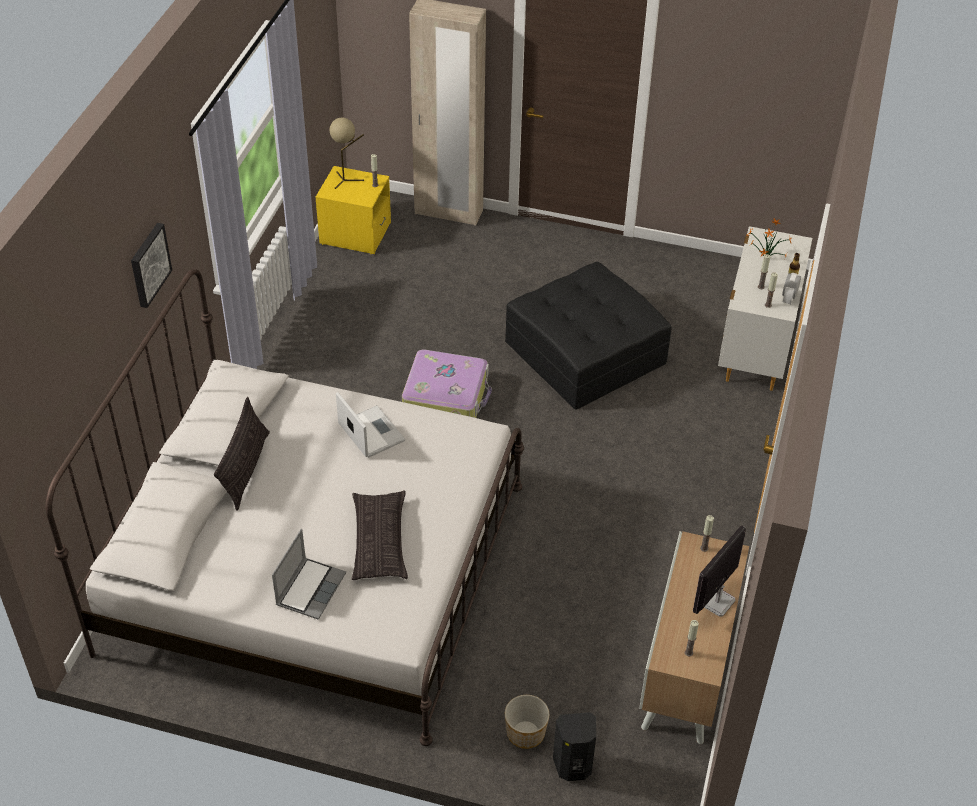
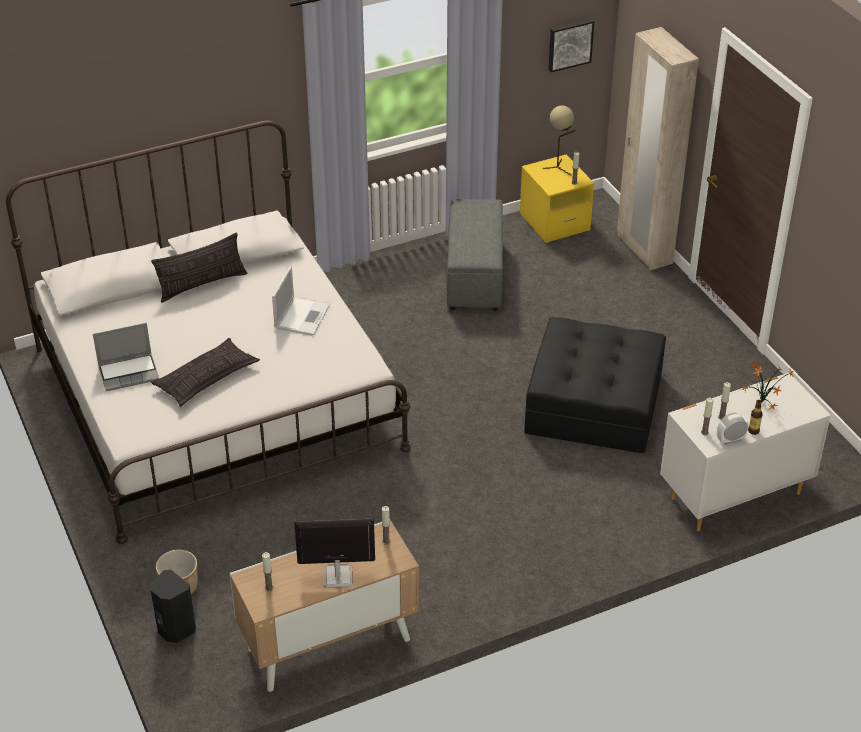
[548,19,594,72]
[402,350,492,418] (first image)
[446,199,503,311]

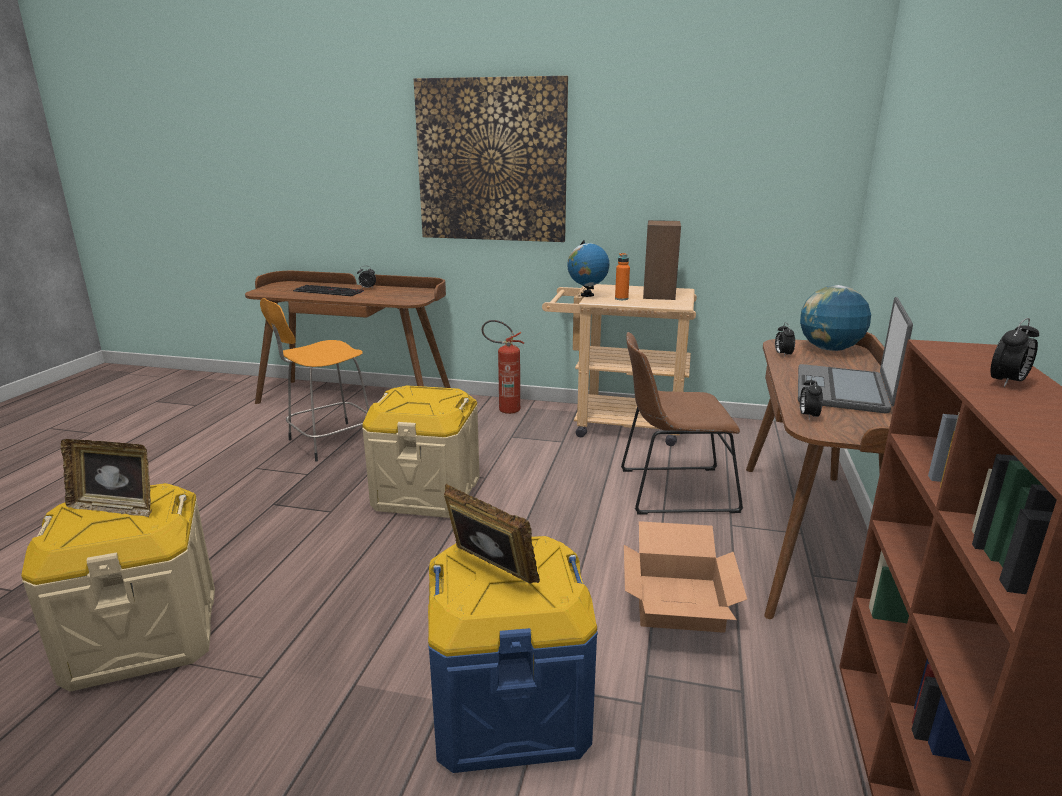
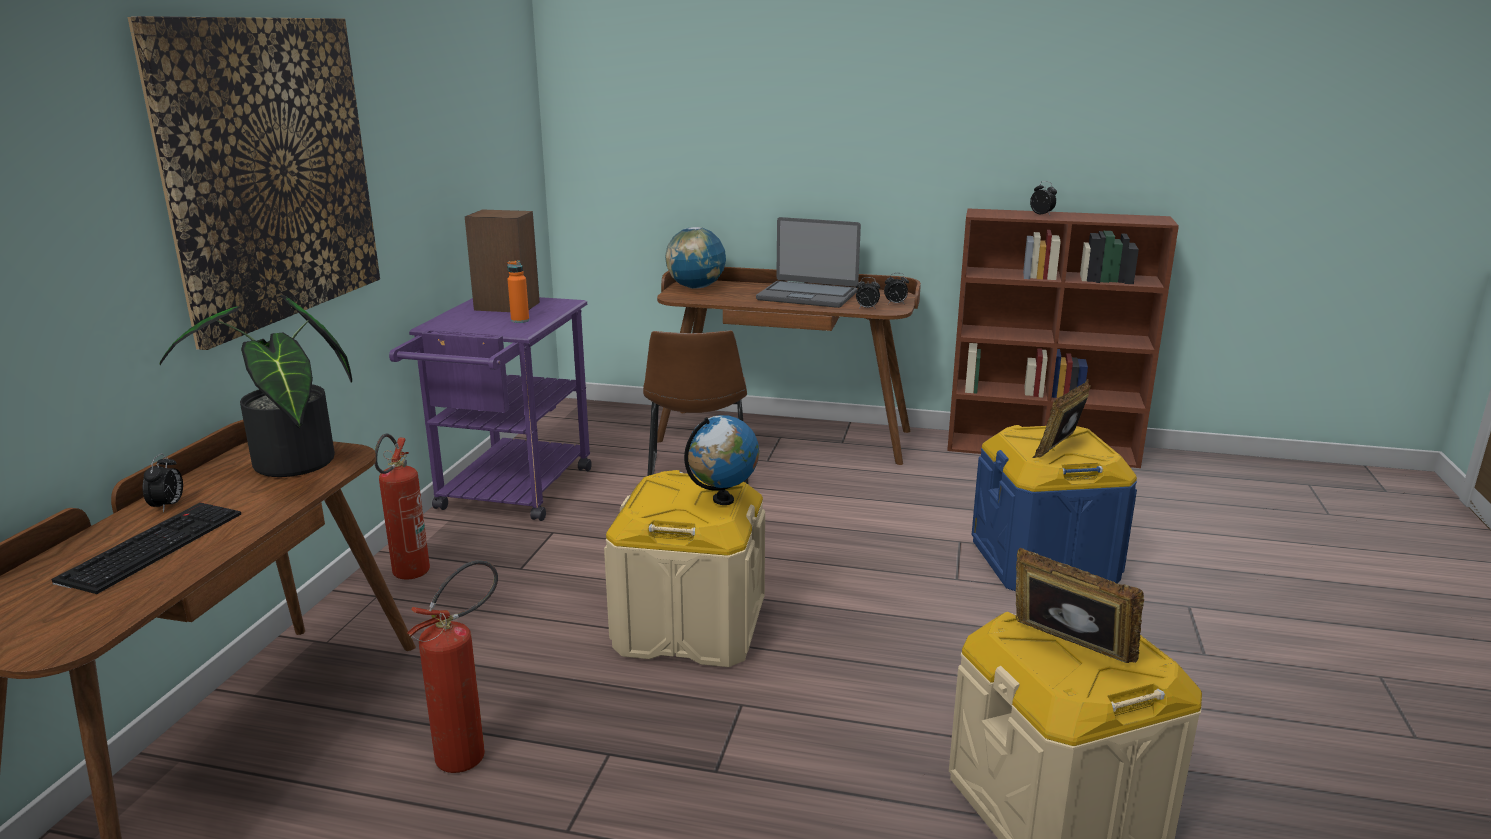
[684,415,759,505]
[389,297,592,521]
[407,560,498,773]
[884,273,909,304]
[1016,548,1144,663]
[624,521,747,633] (first image)
[160,295,352,477]

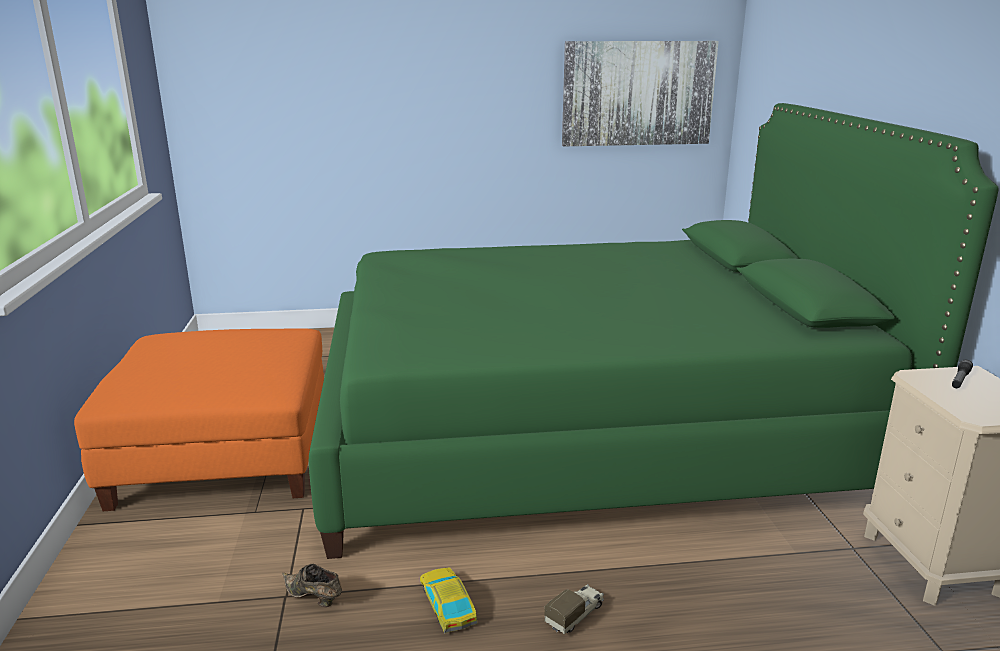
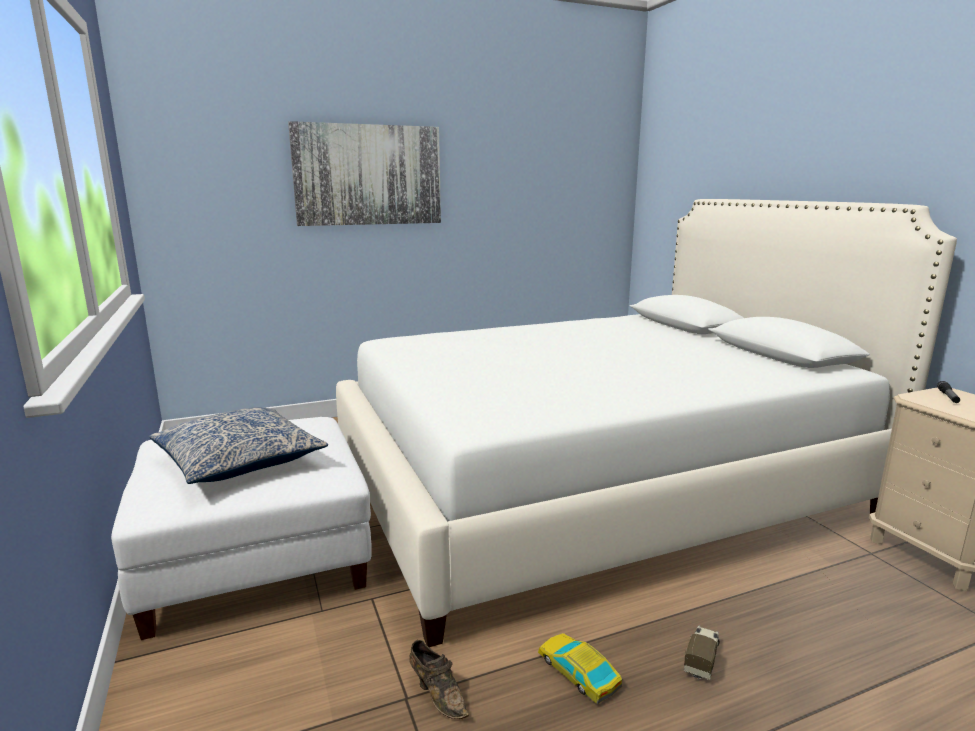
[288,121,441,226]
[336,199,957,647]
[111,417,372,640]
[409,640,469,719]
[149,407,328,484]

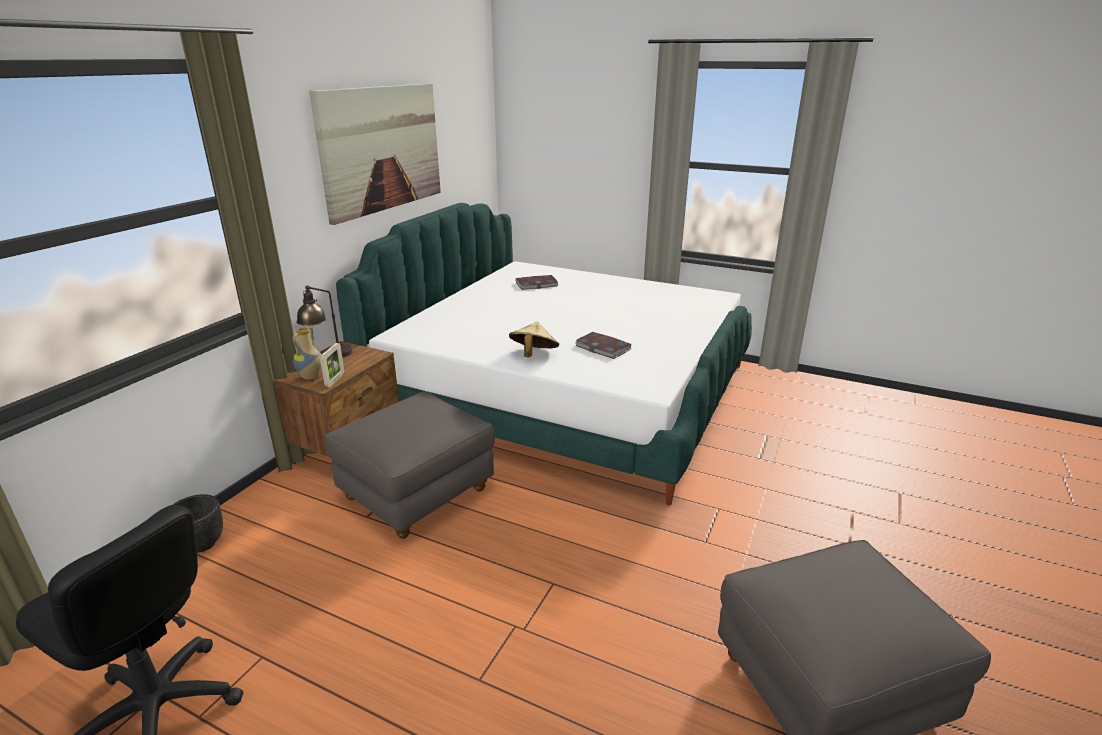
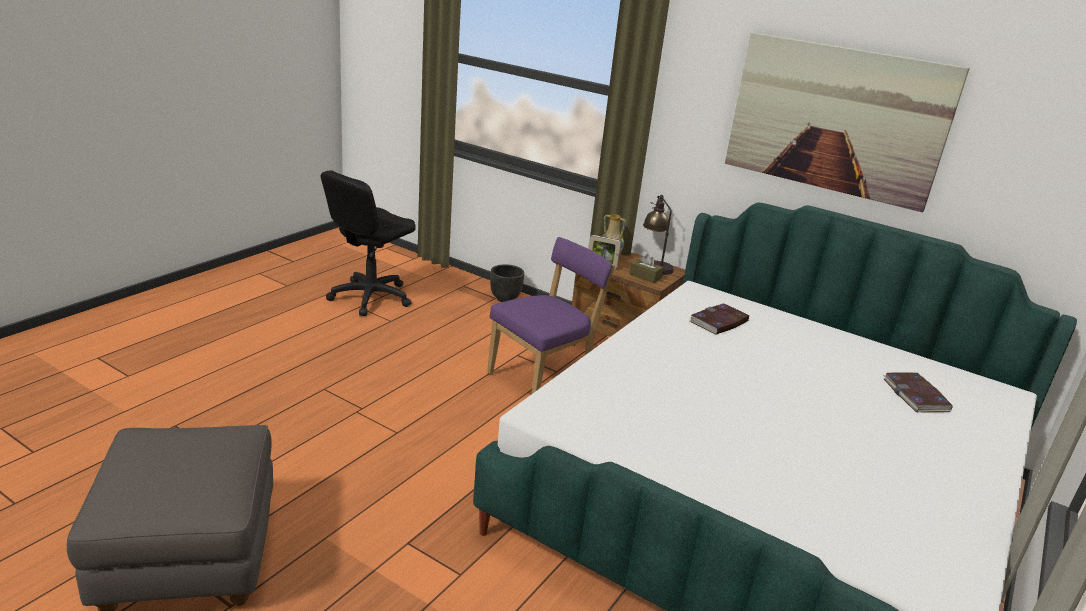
[509,322,559,357] (first image)
[689,303,749,334]
[487,237,615,394]
[629,254,663,283]

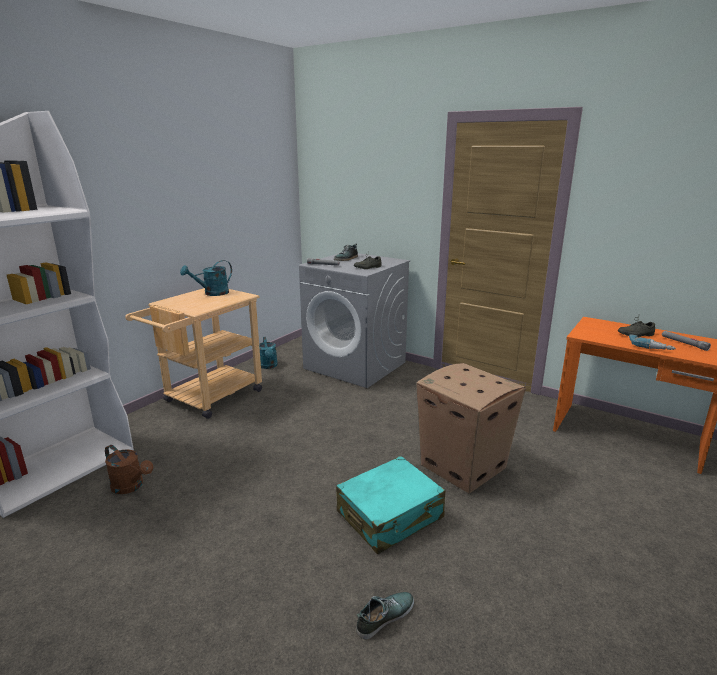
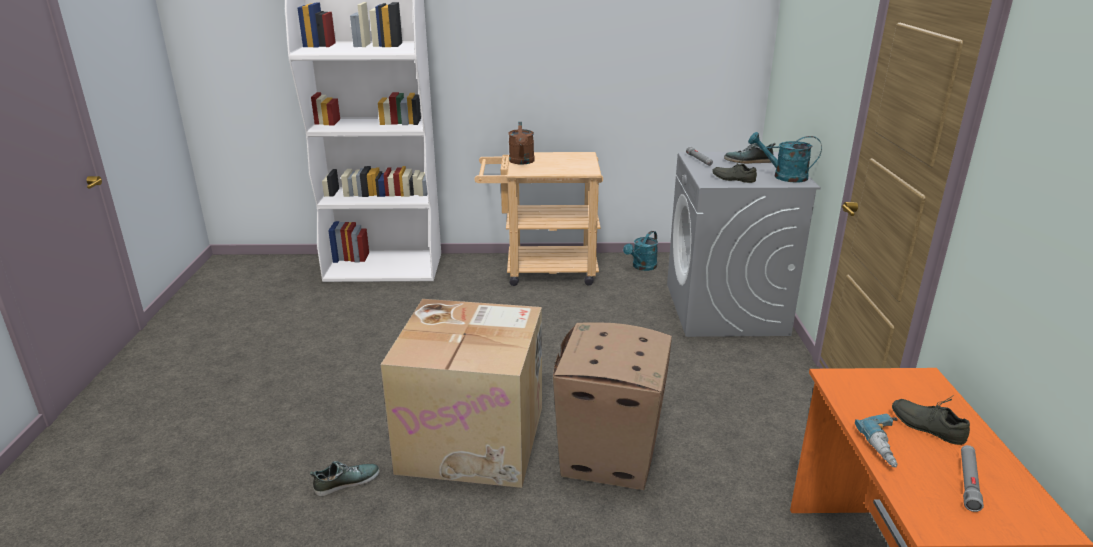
[748,132,822,183]
[508,122,535,165]
[381,299,542,488]
[310,461,380,496]

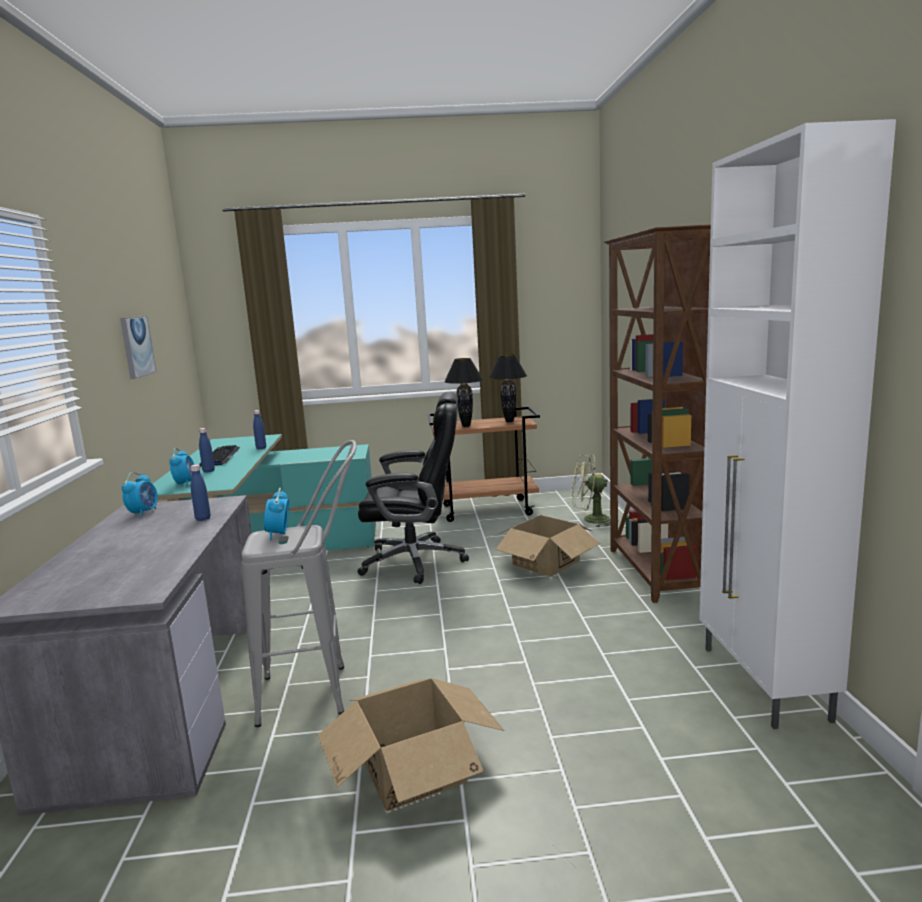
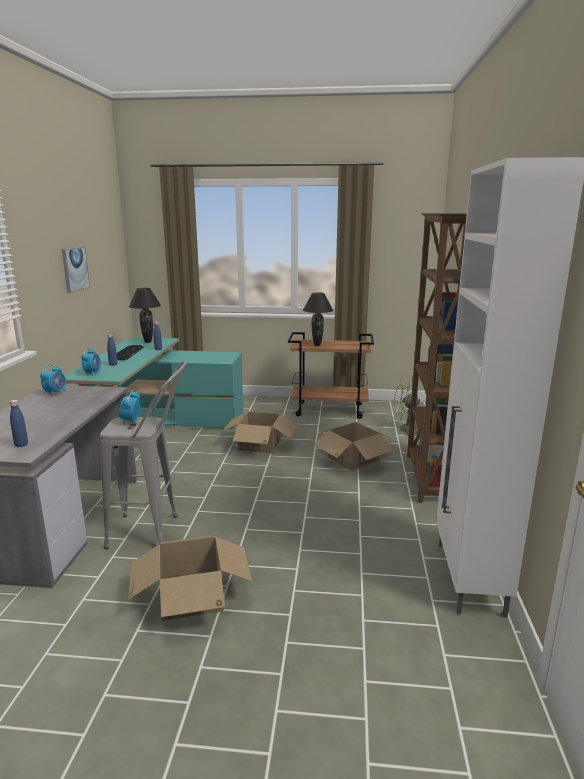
[129,288,161,343]
[221,411,297,453]
[10,400,28,447]

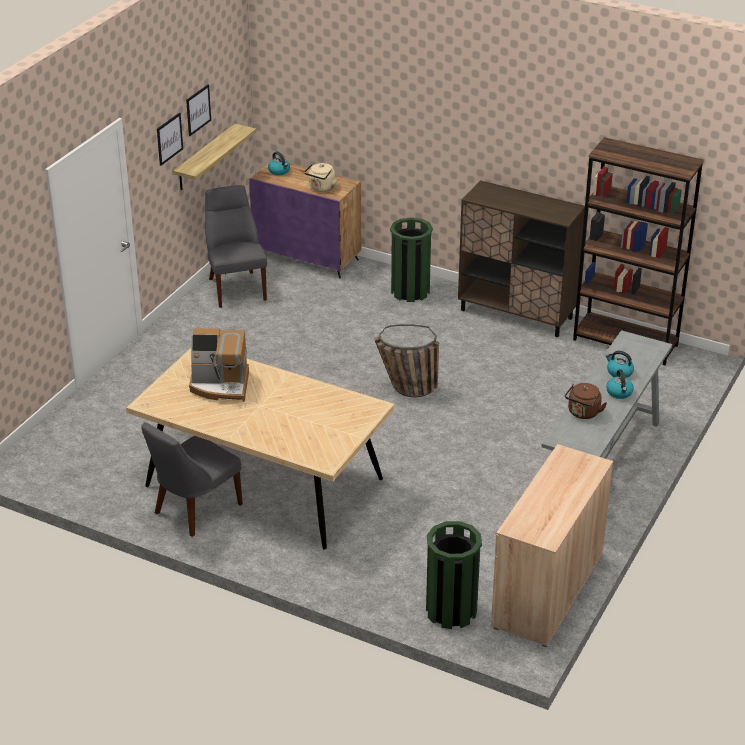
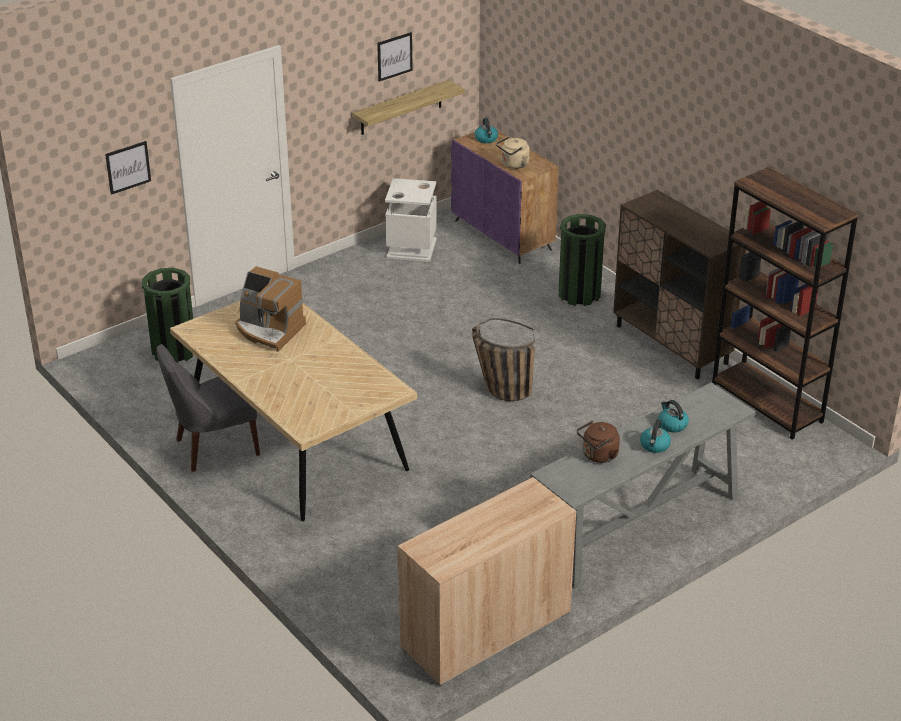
[105,141,151,195]
[385,178,437,262]
[142,268,193,363]

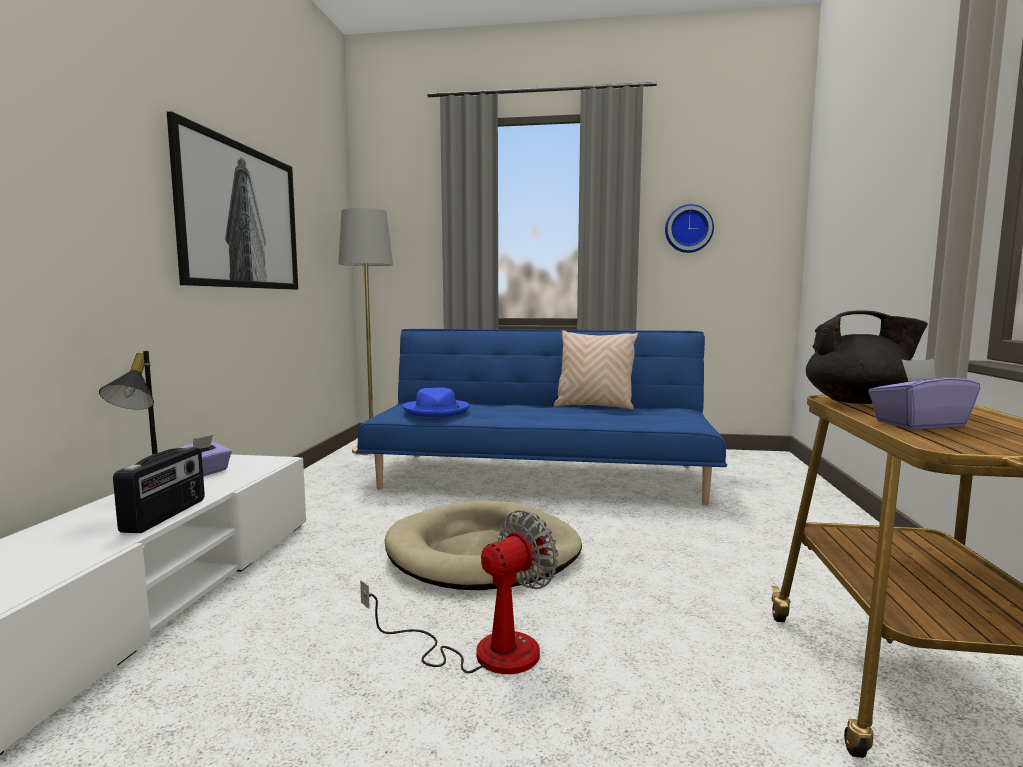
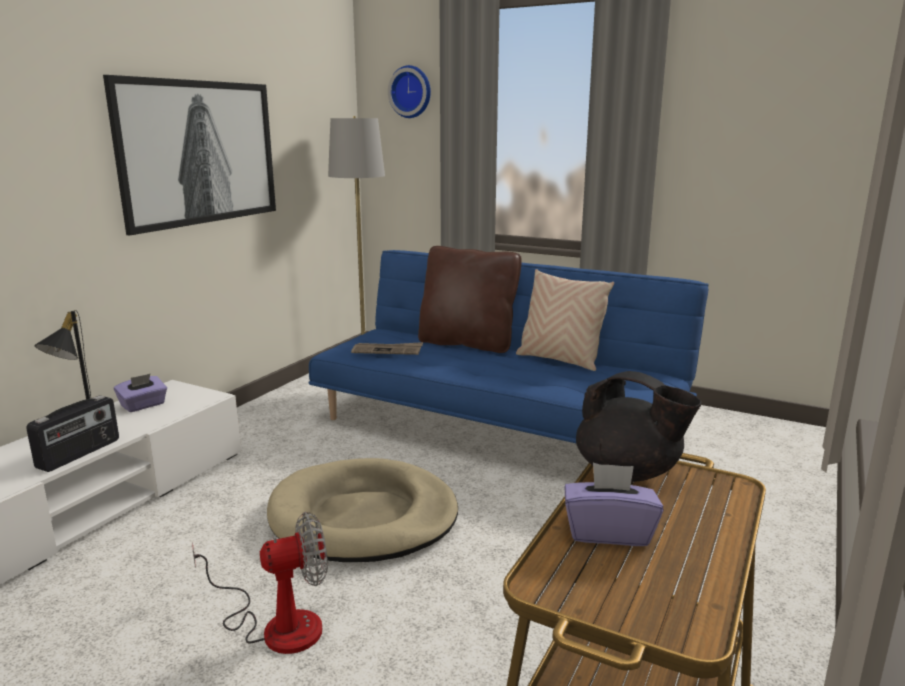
[388,65,431,118]
[351,342,423,355]
[418,246,522,353]

